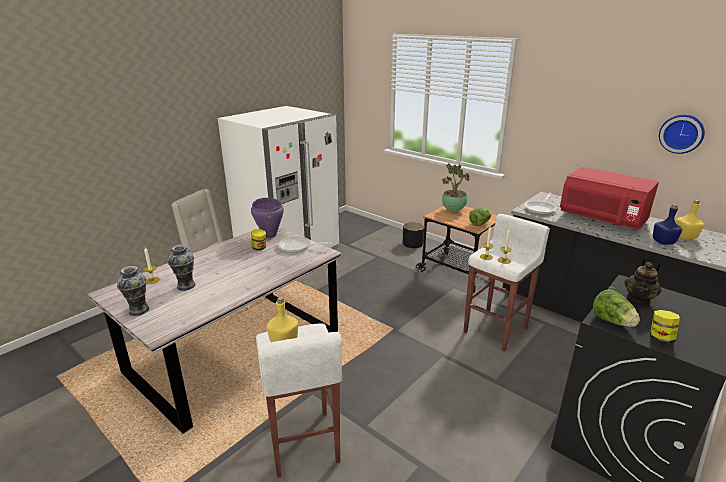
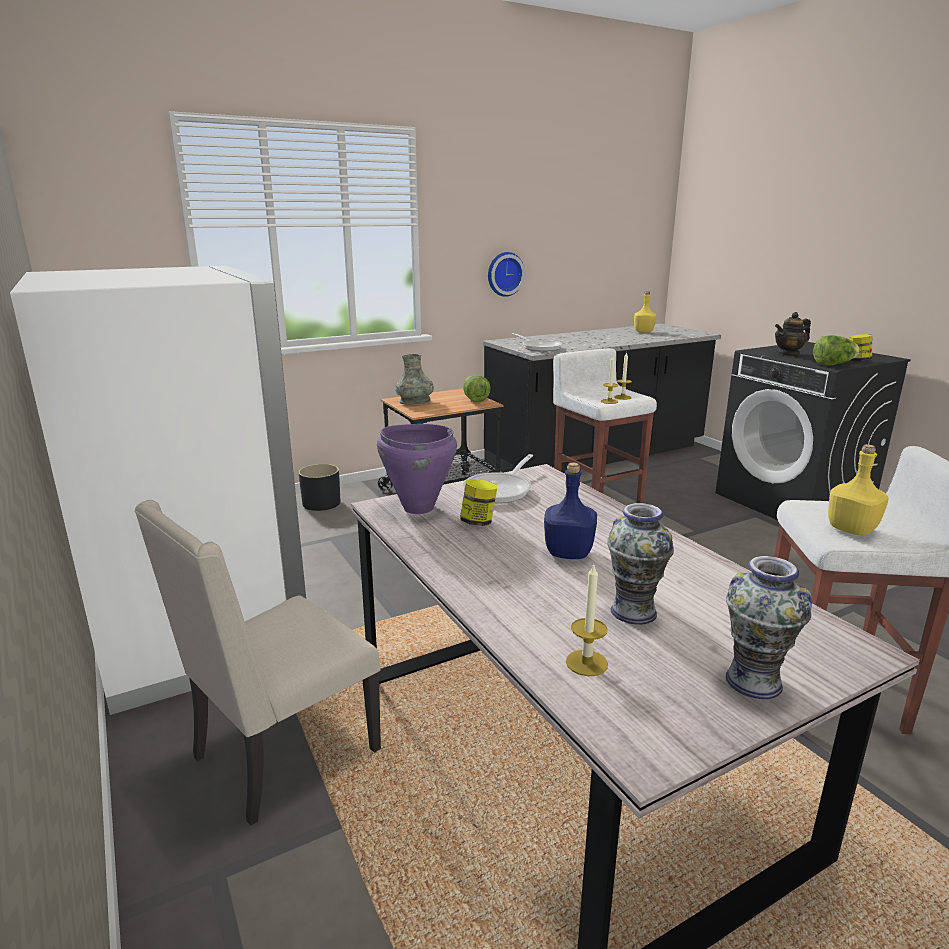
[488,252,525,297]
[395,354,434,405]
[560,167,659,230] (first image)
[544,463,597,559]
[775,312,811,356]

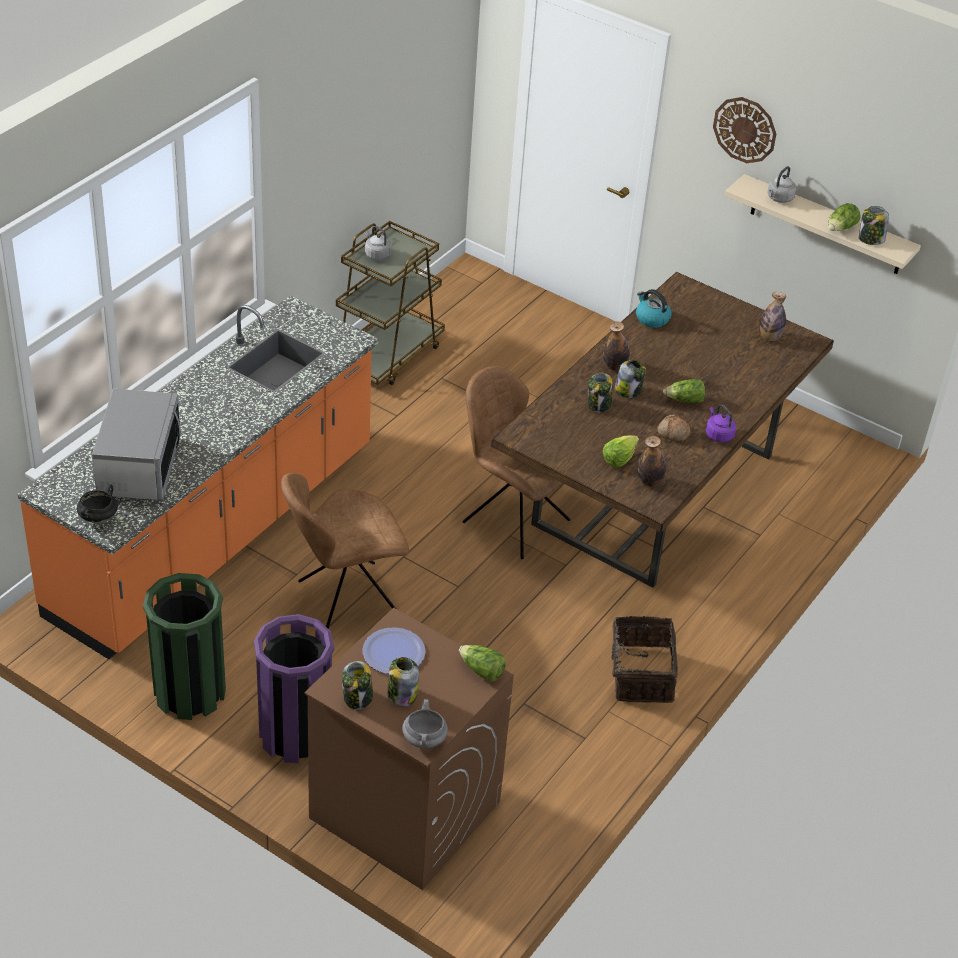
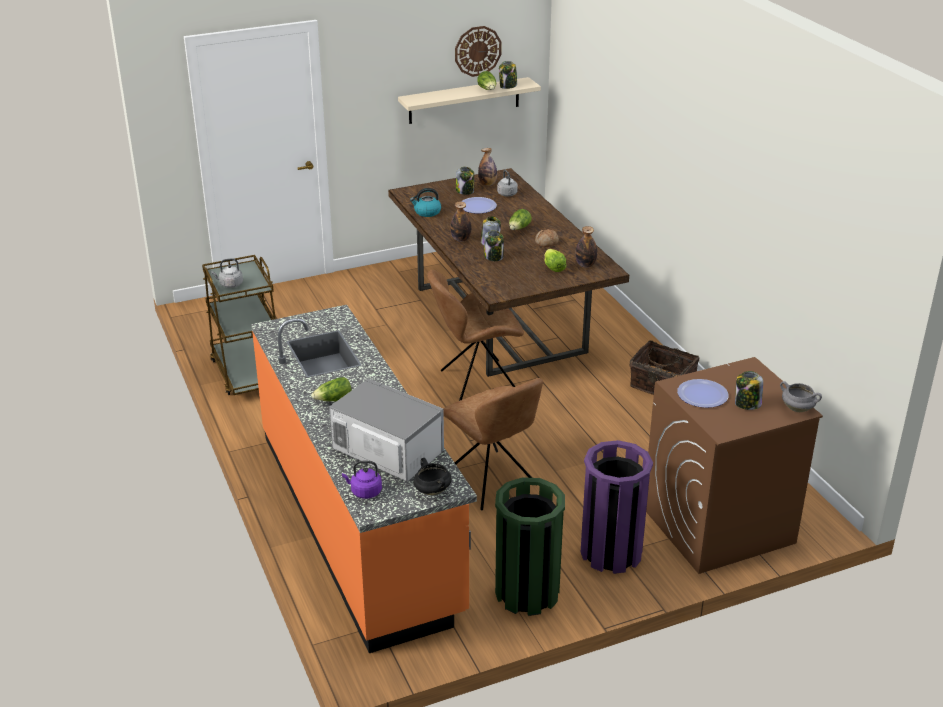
[455,26,502,77]
[497,170,518,196]
[342,461,382,499]
[443,378,543,510]
[311,377,352,401]
[456,167,474,195]
[461,197,497,214]

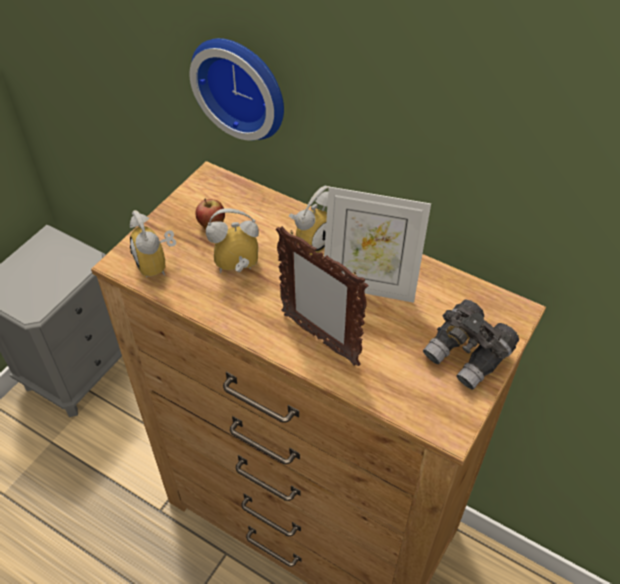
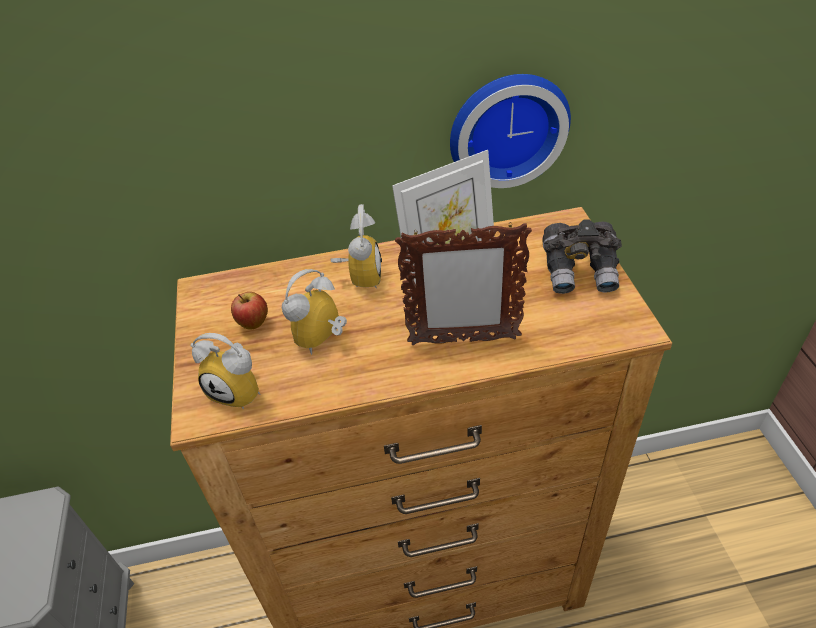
[450,74,571,188]

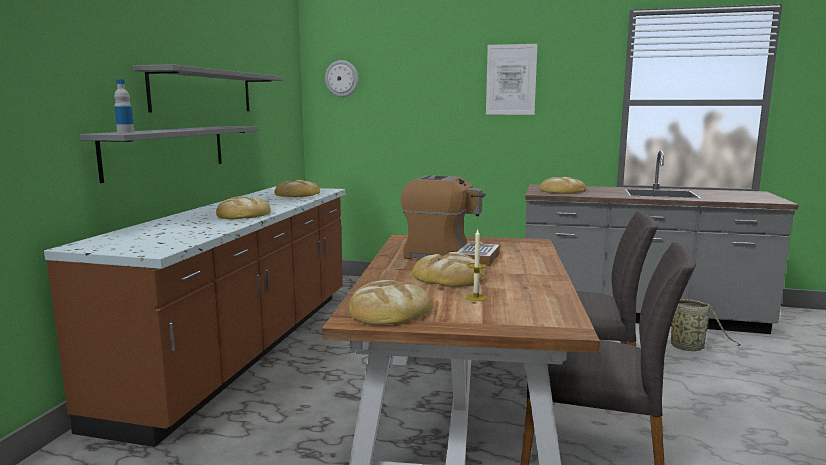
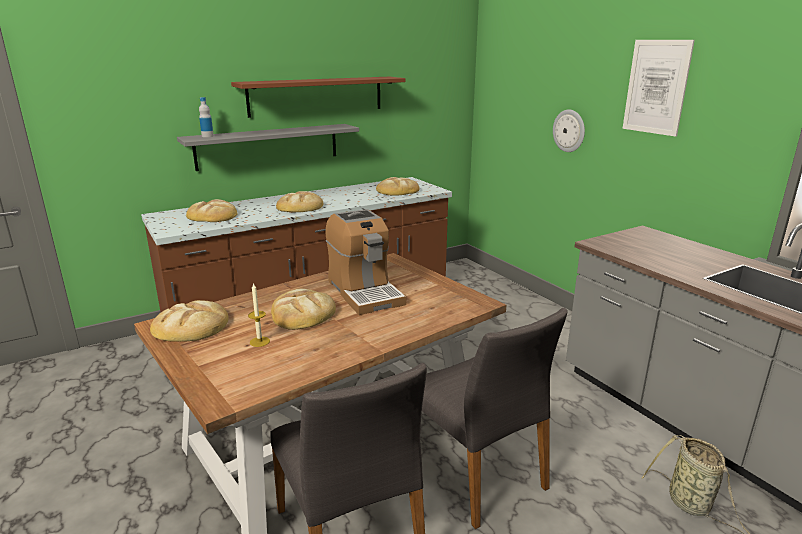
[553,109,585,152]
[231,77,406,118]
[186,199,237,222]

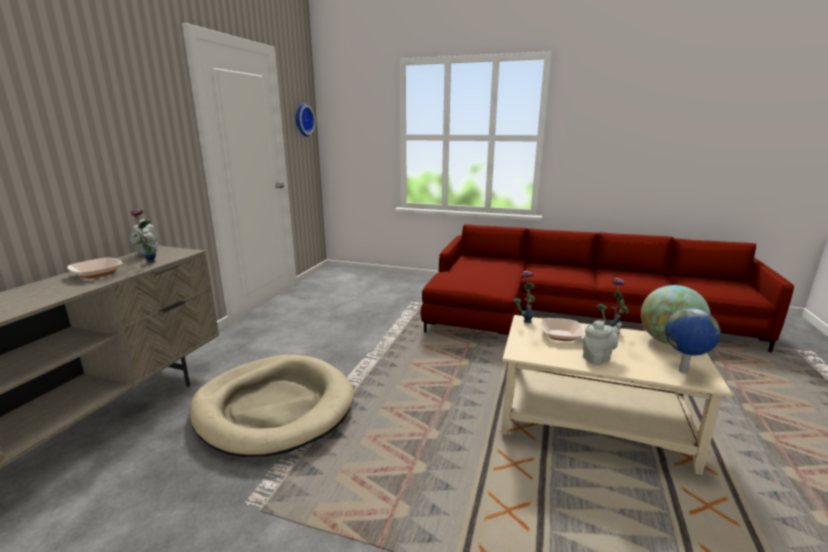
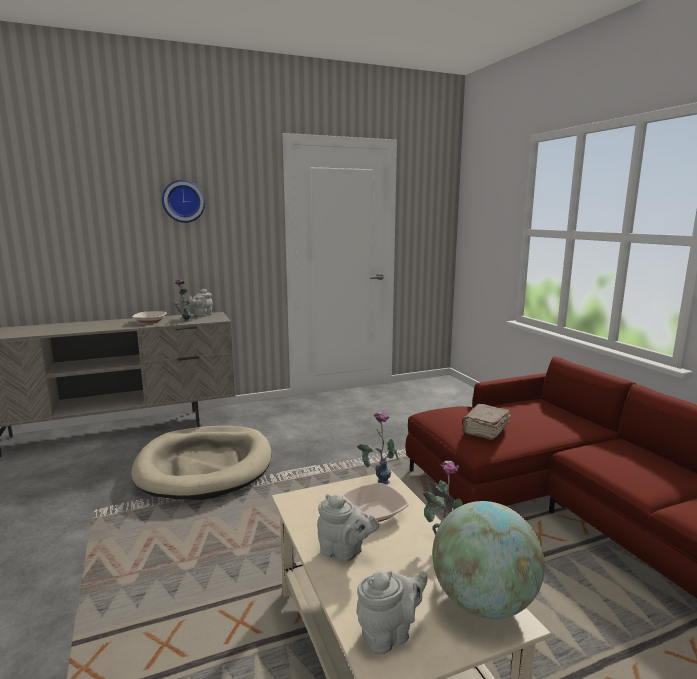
[162,180,205,223]
[357,570,427,655]
[462,404,511,440]

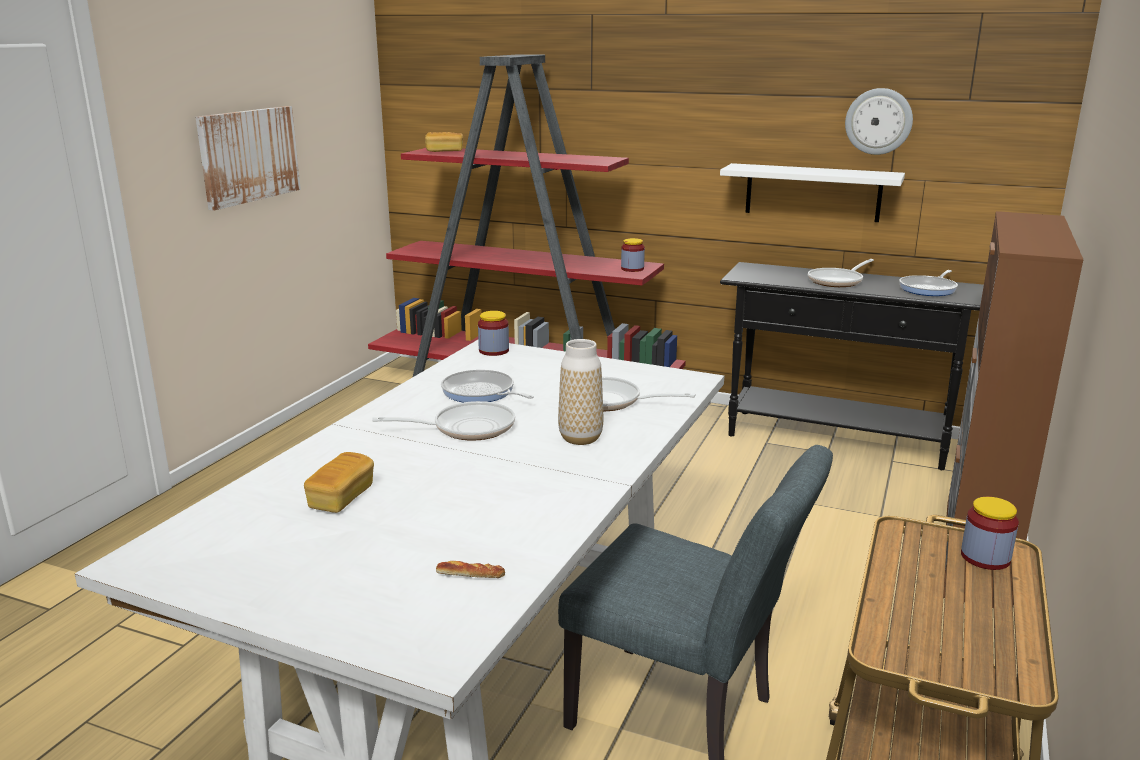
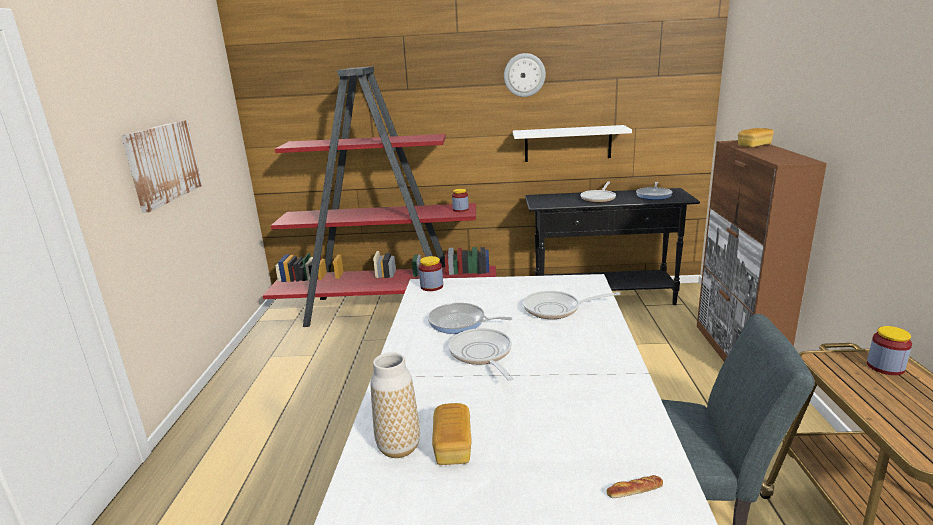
[504,53,546,97]
[738,128,774,148]
[370,352,420,458]
[448,328,514,381]

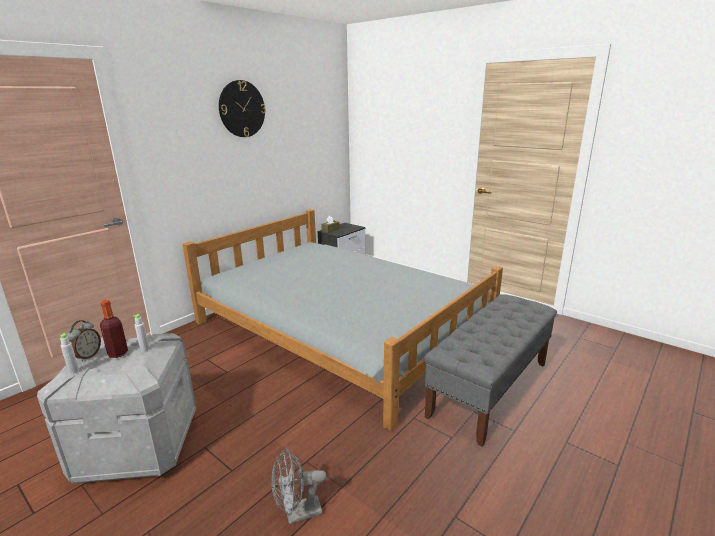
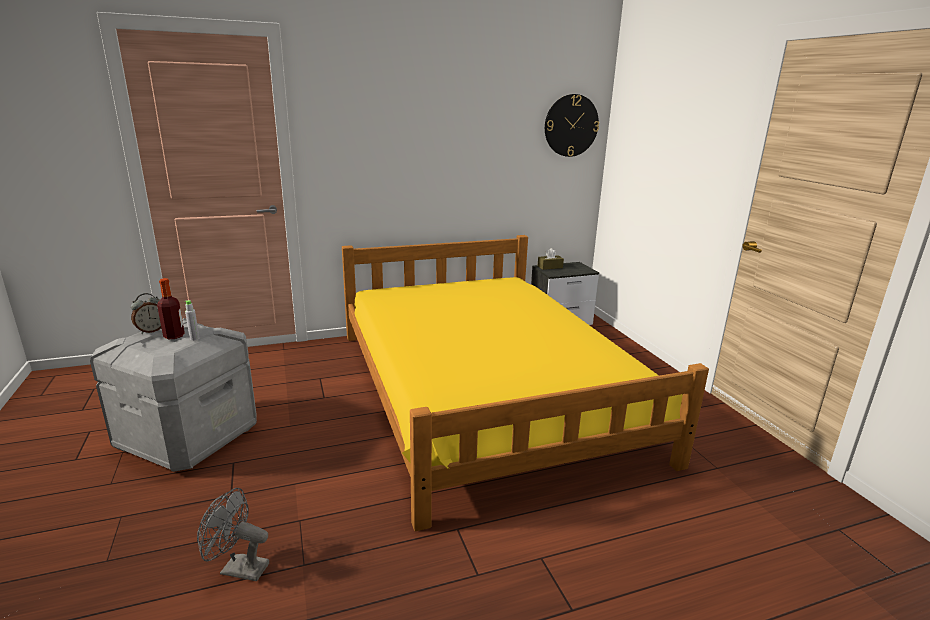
[545,94,599,157]
[342,235,709,531]
[424,294,557,447] (first image)
[60,333,79,374] (first image)

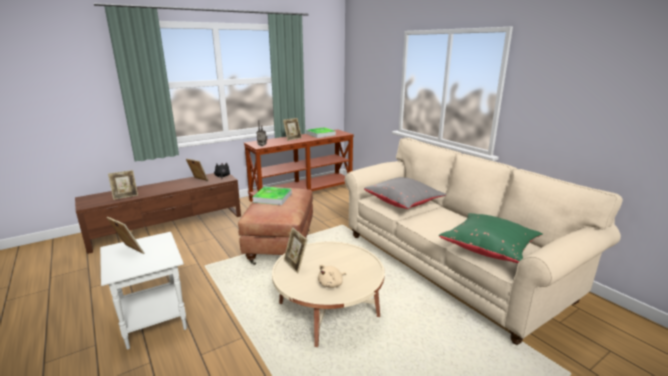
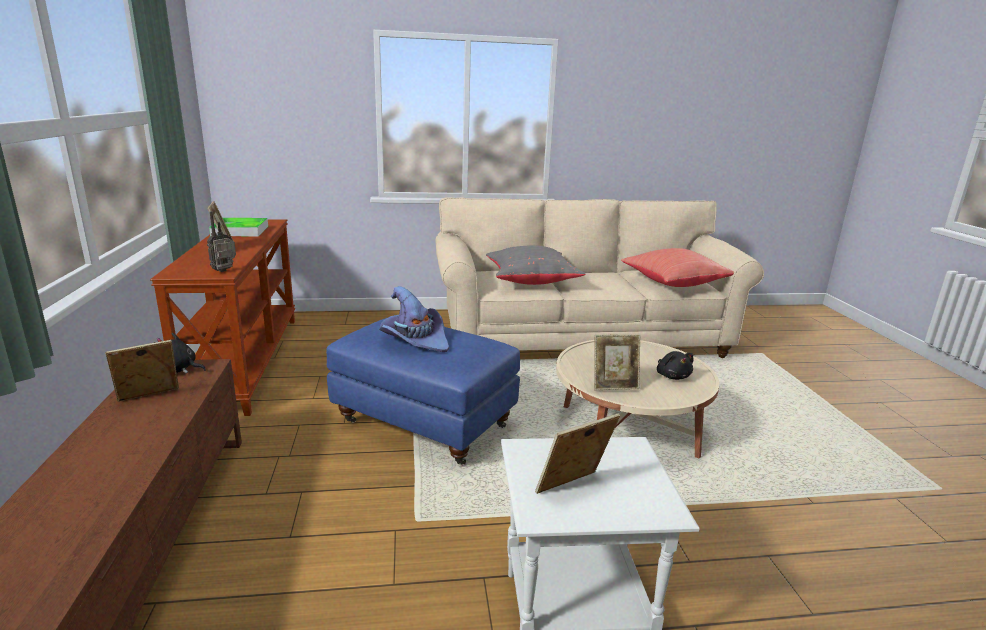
[108,170,138,200] (first image)
[379,286,449,352]
[326,318,520,465]
[621,248,734,287]
[657,351,694,380]

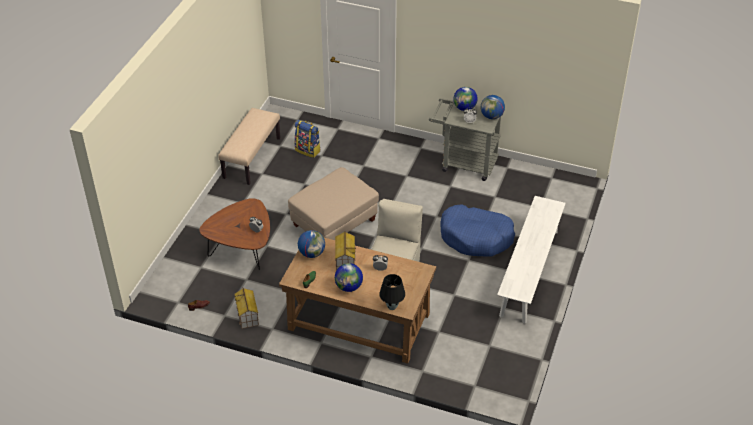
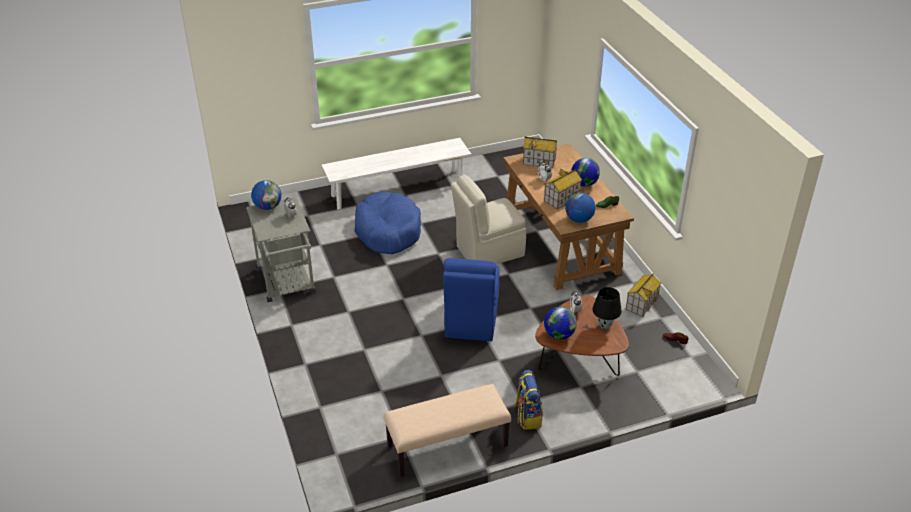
[544,307,577,339]
[514,370,543,430]
[443,258,499,341]
[592,287,622,329]
[523,137,558,168]

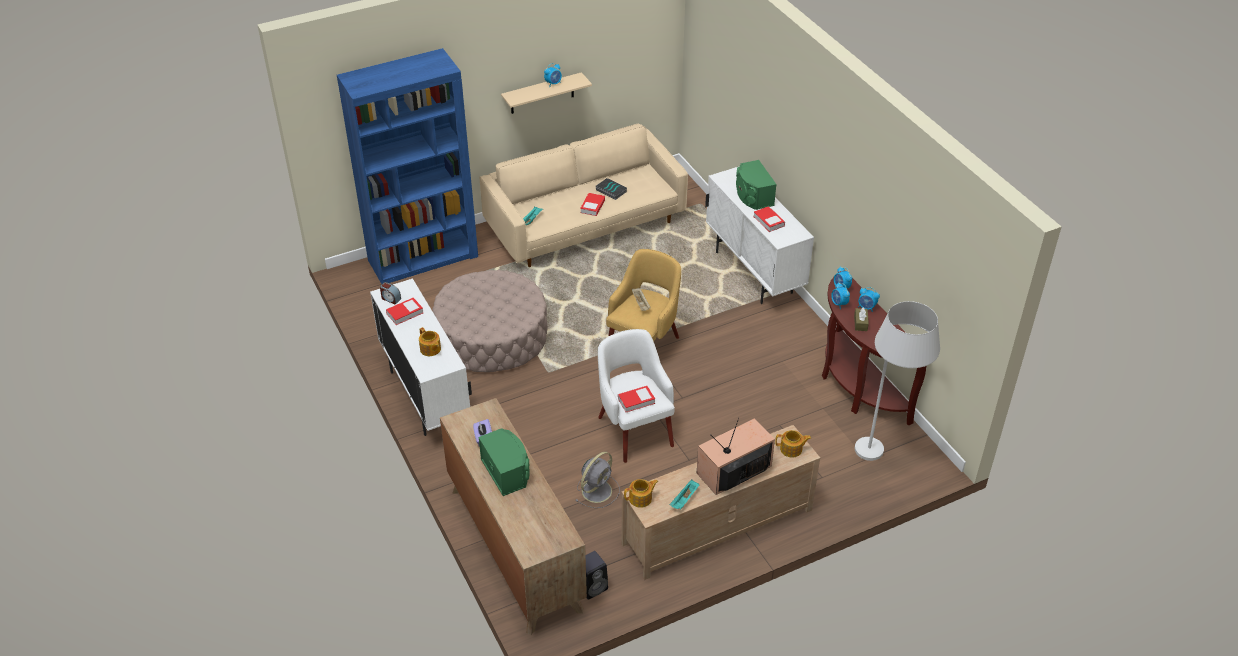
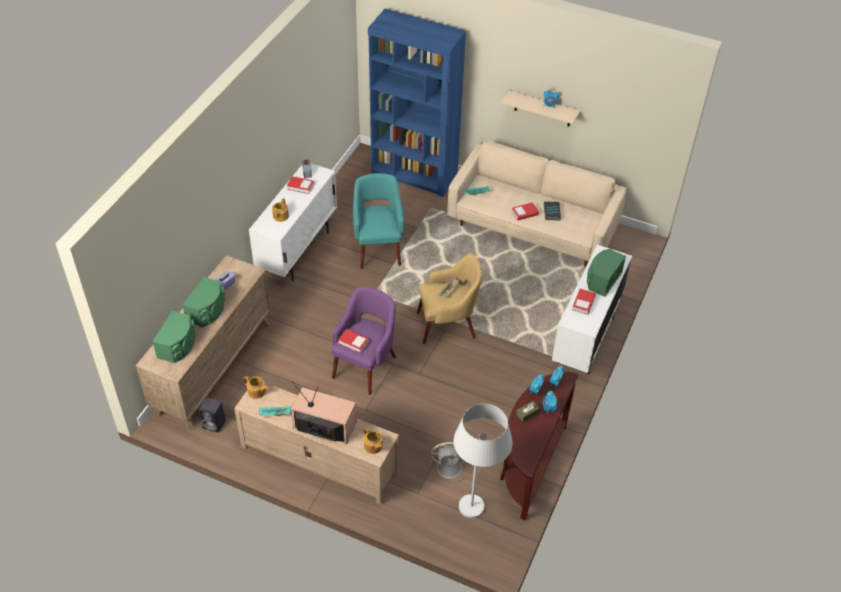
[353,173,405,269]
[331,287,396,395]
[430,441,469,483]
[153,311,196,363]

